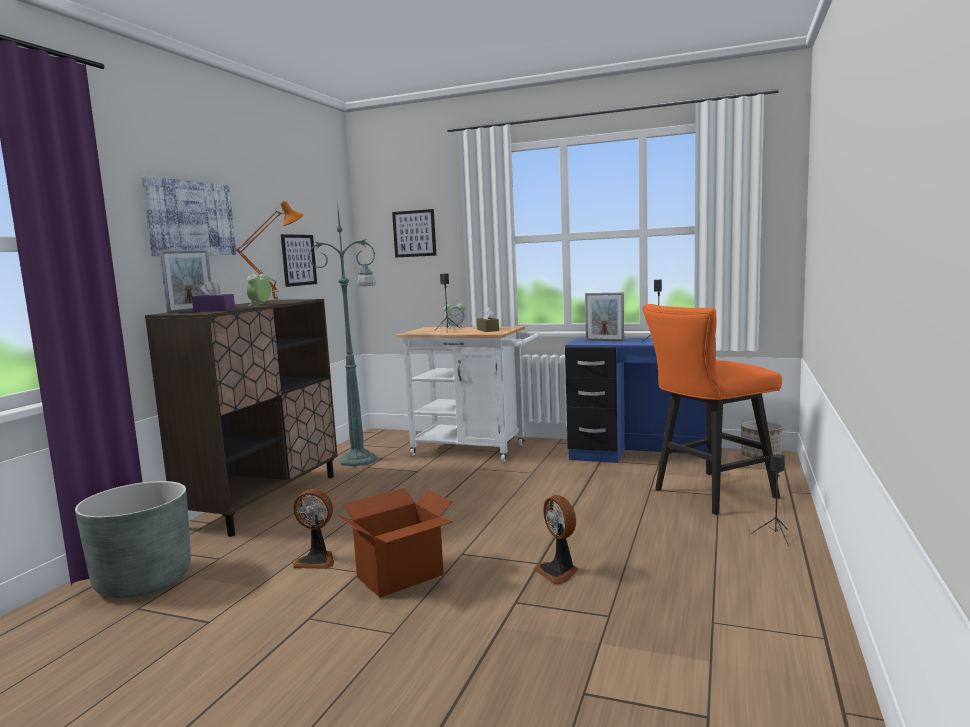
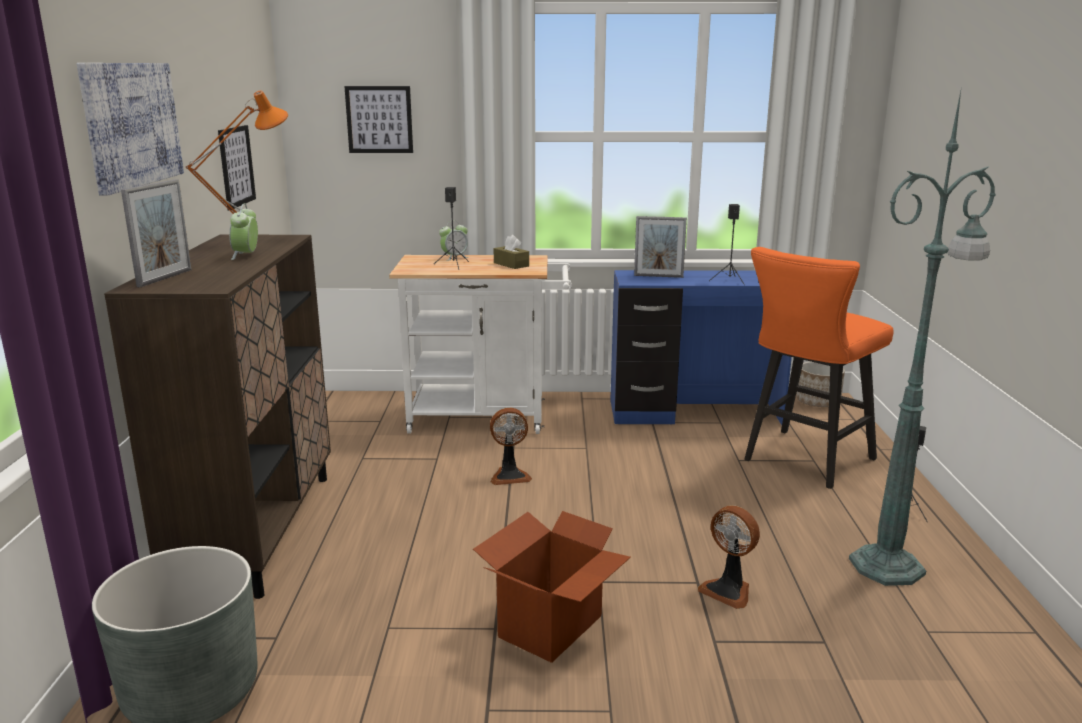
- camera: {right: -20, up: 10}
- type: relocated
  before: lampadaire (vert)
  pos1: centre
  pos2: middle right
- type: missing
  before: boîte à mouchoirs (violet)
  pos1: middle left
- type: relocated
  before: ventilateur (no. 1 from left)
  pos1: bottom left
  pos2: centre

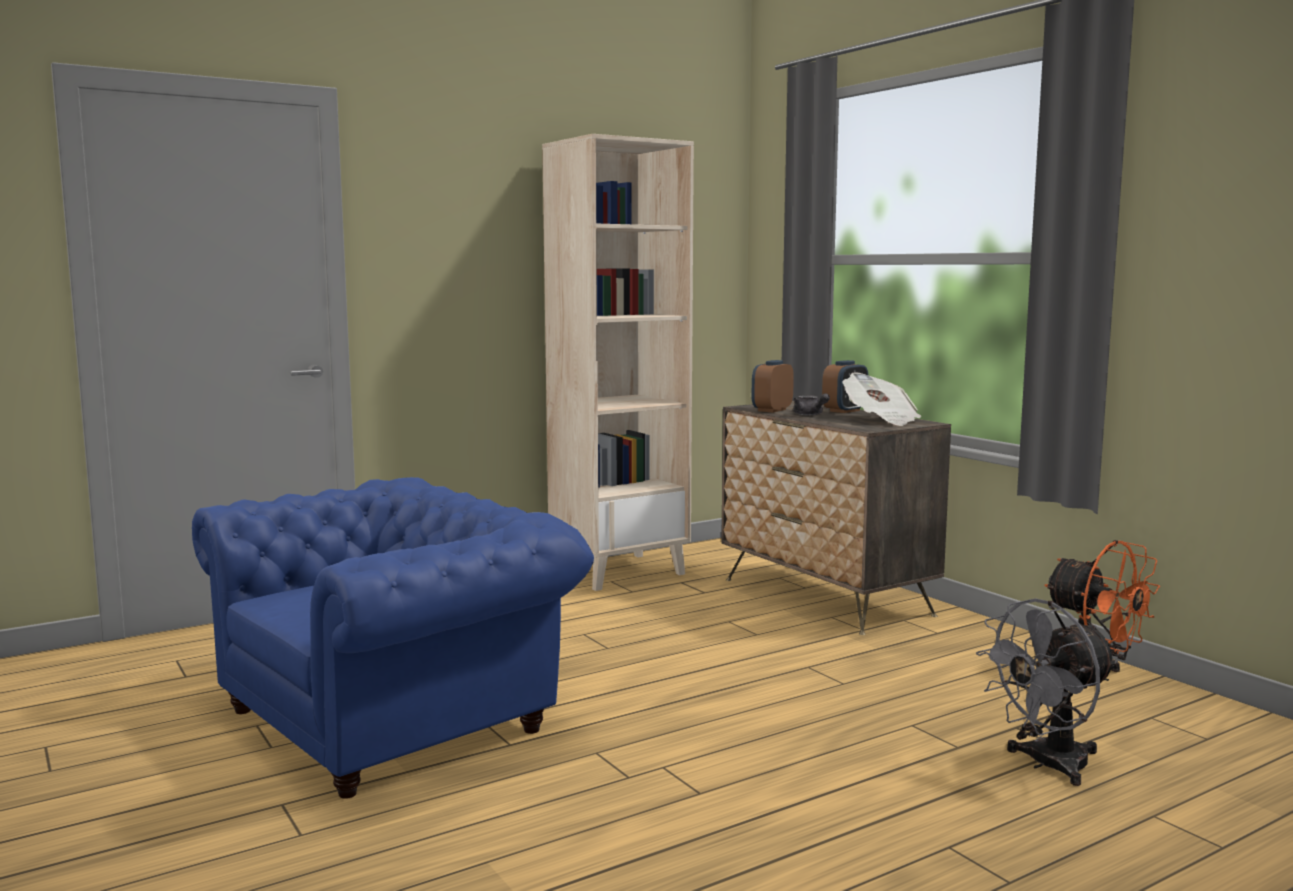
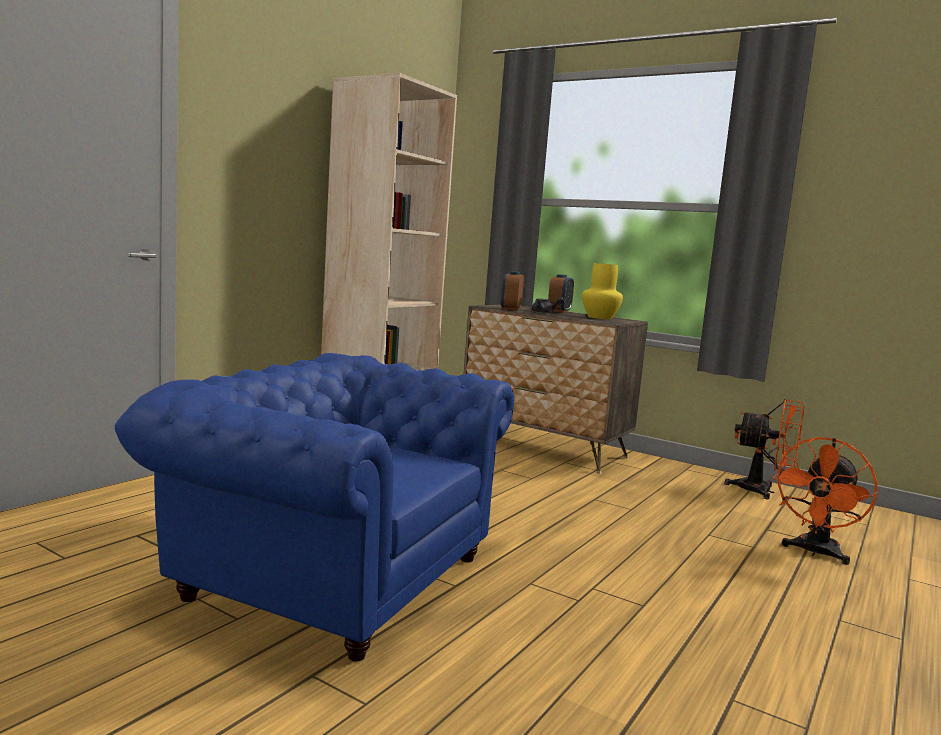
- camera: {right: -25, up: 0}
- type: exchanged
  before: journal
  after: vase (jaune)
  pos1: middle right
  pos2: centre
- type: spun
  before: fauteuil (bleu)
  pos1: bottom left
  pos2: bottom centre
  turn: -90
- type: colour
  before: ventilateur (gris)
  after: ventilateur (orange) (no. 2 from left)
  pos1: bottom right
  pos2: bottom right

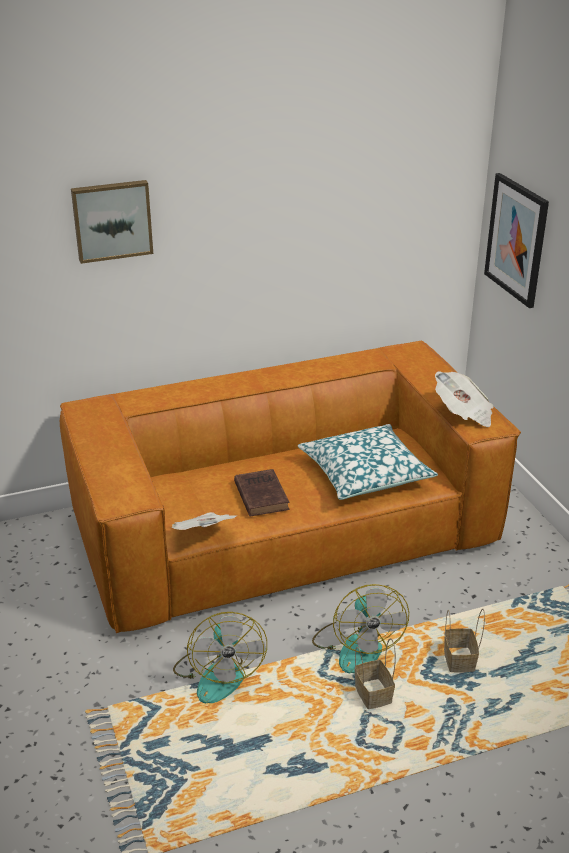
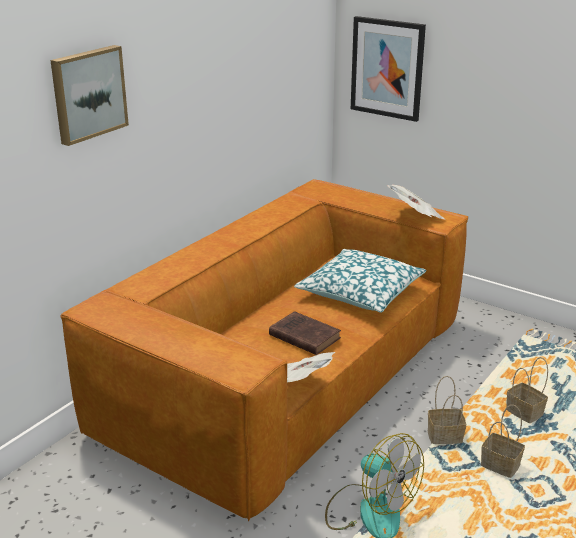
- camera: {right: -35, up: -5}
- type: exchanged
  before: ventilateur (no. 2 from left)
  after: panier (no. 1 from left)
  pos1: bottom centre
  pos2: bottom right

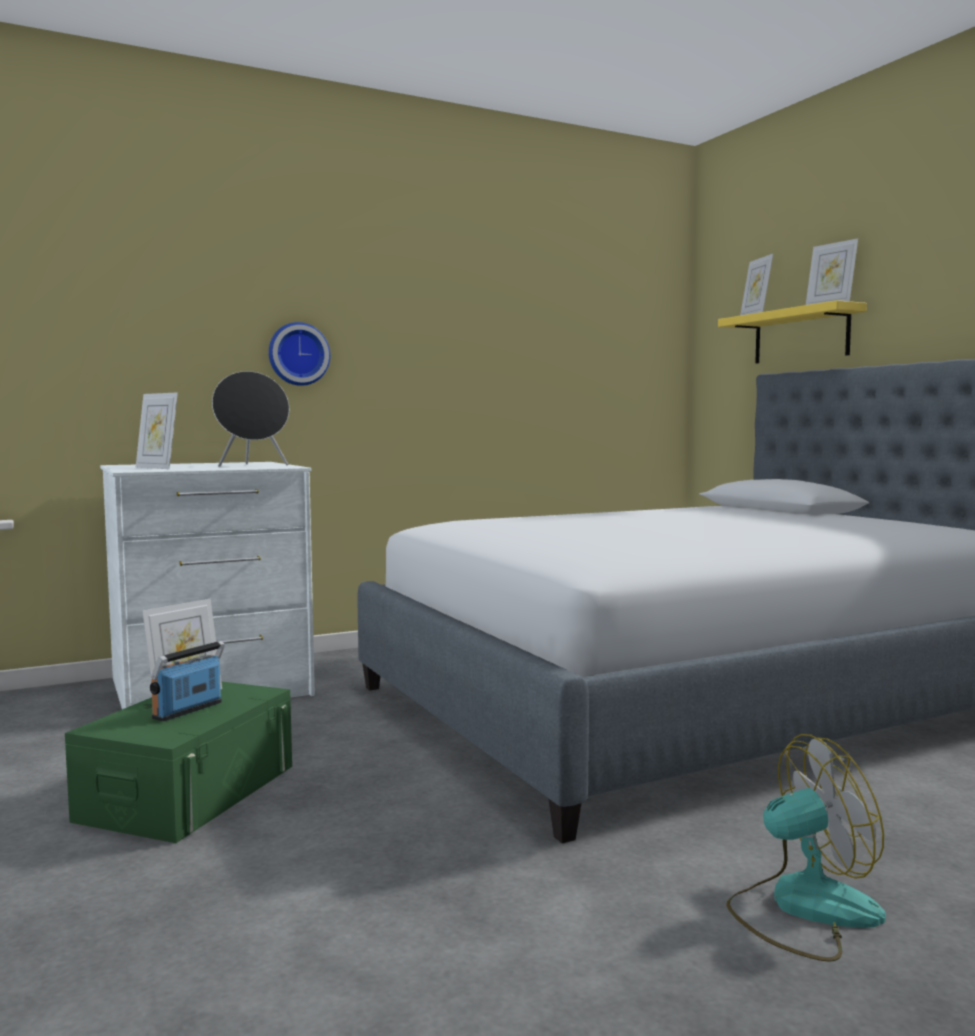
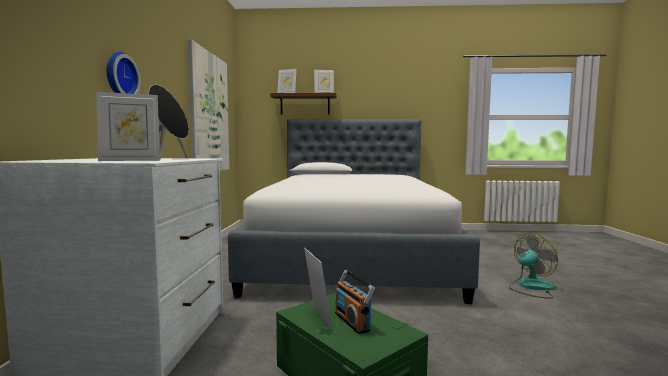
- camera: {right: -60, up: 0}
- type: colour
  before: étagère (jaune)
  after: étagère (marron)
  pos1: top right
  pos2: top centre
- type: spun
  before: ventilateur
  pos1: bottom right
  pos2: bottom right
  turn: 45
- type: appeared
  after: tableau
  pos2: top left

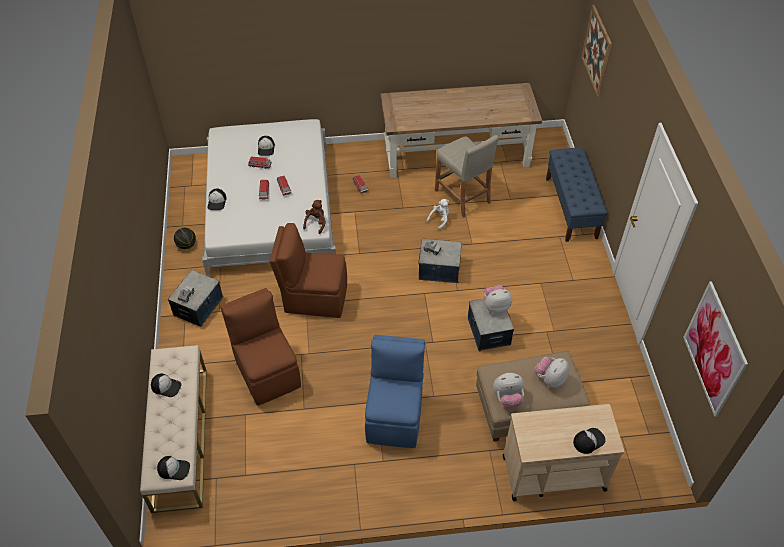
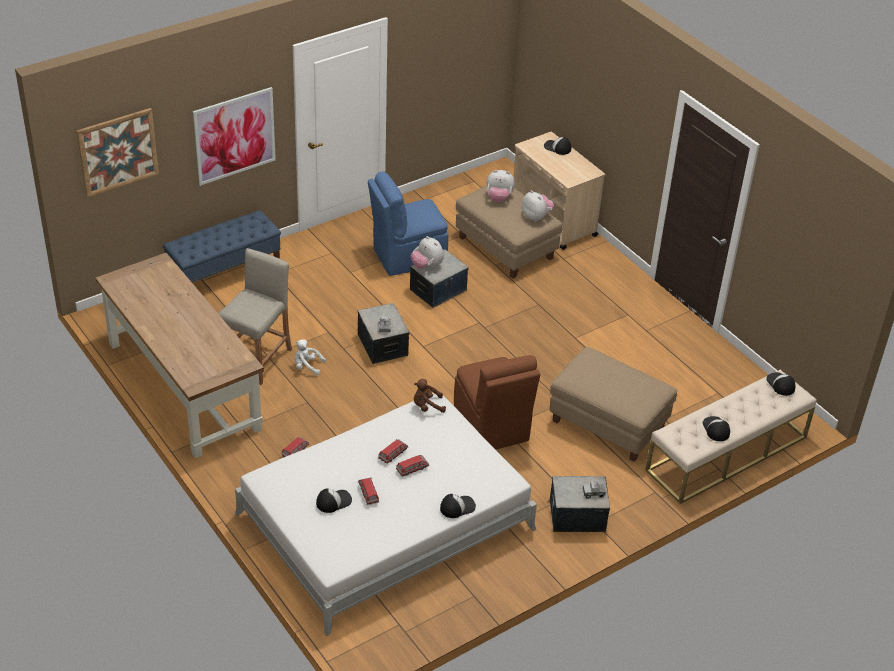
- camera: {right: -120, up: -10}
- type: missing
  before: ballon de basket
  pos1: middle left
- type: relocated
  before: tableau (no. 2 from left)
  pos1: middle right
  pos2: top left
- type: exchanged
  before: chaise (marron) (no. 1 from left)
  after: pouf (beige) (no. 2 from left)
  pos1: middle left
  pos2: middle right
- type: relocated
  before: chaise (bleu)
  pos1: bottom centre
  pos2: top centre

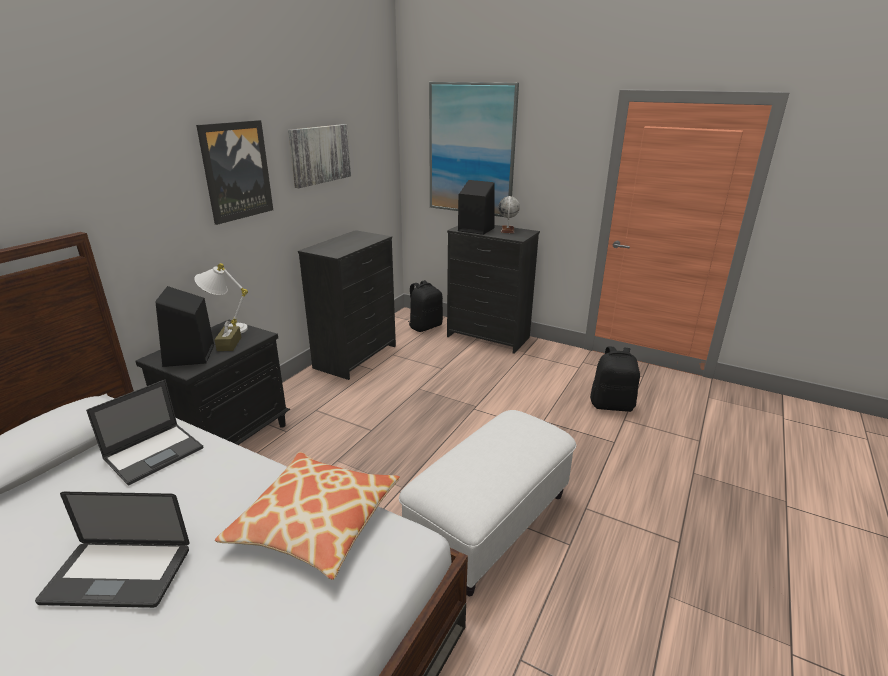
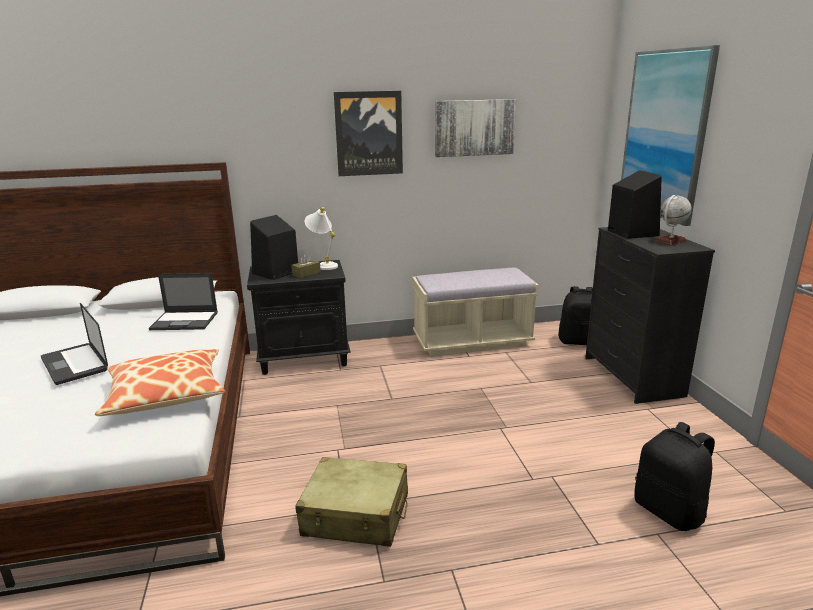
- camera: {right: 50, up: -5}
- type: exchanged
  before: commode (noir) (no. 1 from left)
  after: banc (beige)
  pos1: centre
  pos2: centre
- type: exchanged
  before: pouf (blanc)
  after: valise (beige)
  pos1: bottom centre
  pos2: bottom centre

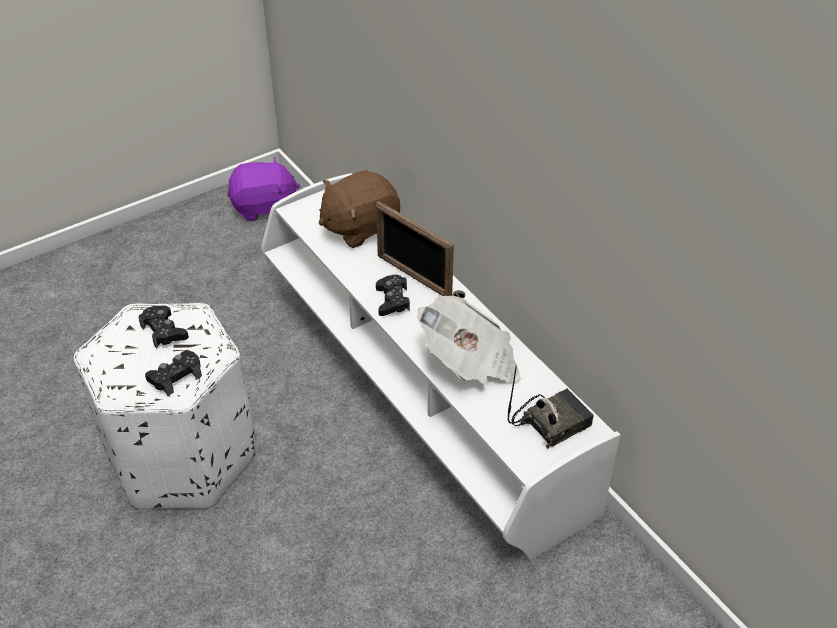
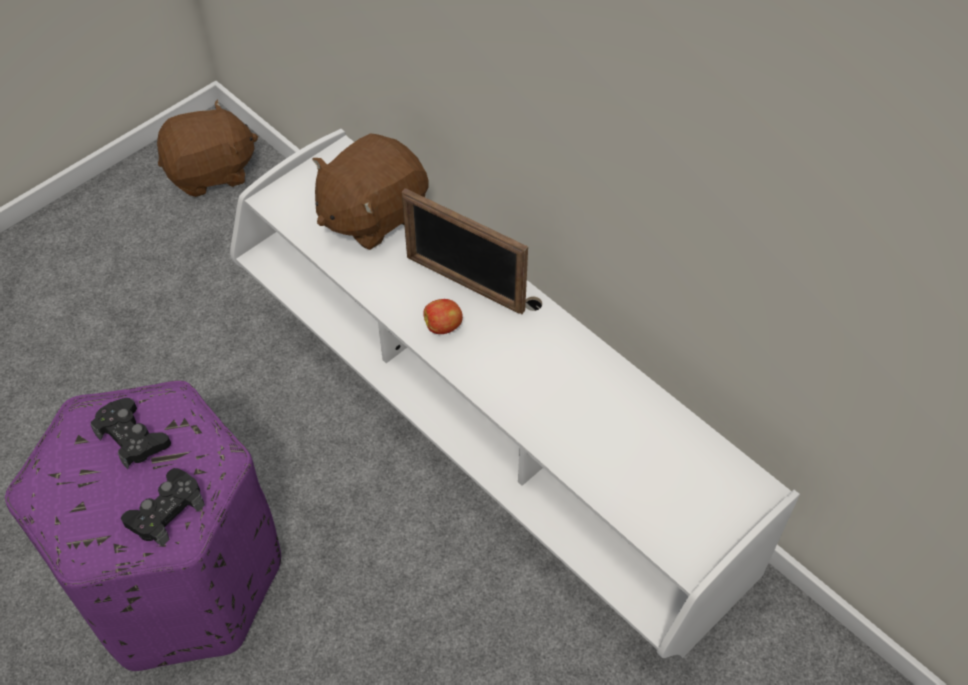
- camera: {right: -10, up: 10}
- type: colour
  before: peluche (violet)
  after: peluche (marron) (no. 1 from left)
  pos1: top left
  pos2: top left
- type: exchanged
  before: manette (noir) (no. 3 from left)
  after: pomme
  pos1: centre
  pos2: centre
- type: missing
  before: journal
  pos1: centre
- type: colour
  before: pouf (blanc)
  after: pouf (violet)
  pos1: middle left
  pos2: bottom left
- type: missing
  before: radio
  pos1: centre

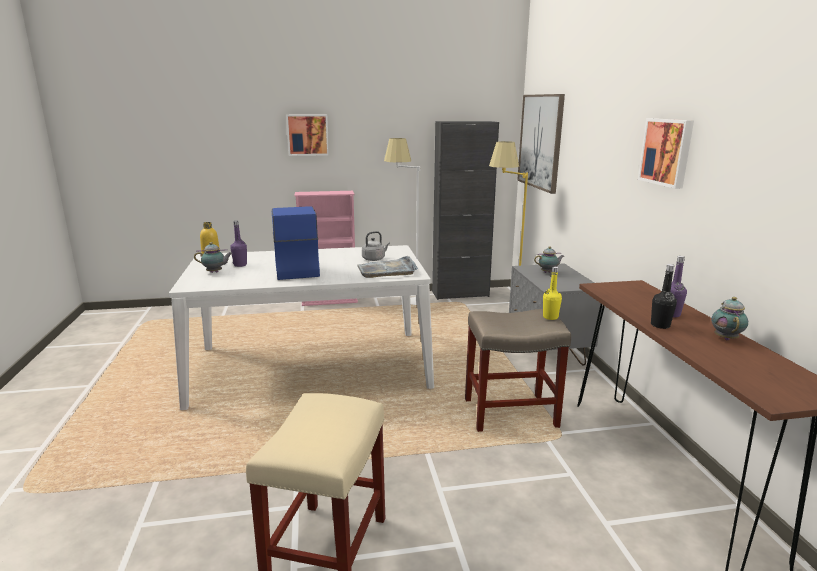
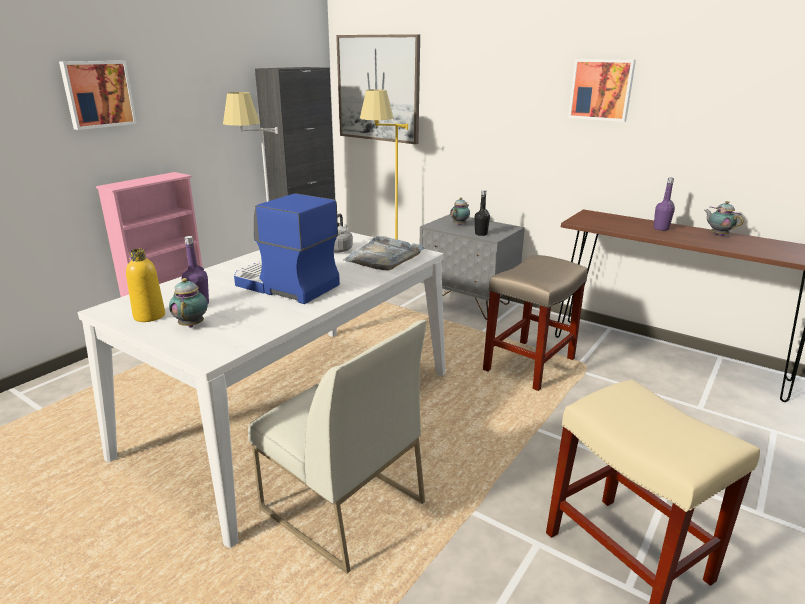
- camera: {right: -45, up: 5}
- type: spun
  before: théière (no. 1 from left)
  pos1: middle left
  pos2: middle left
  turn: -45
- type: relocated
  before: bouteille (noir)
  pos1: middle right
  pos2: centre
- type: missing
  before: bouteille (jaune) (no. 2 from left)
  pos1: middle right
- type: appeared
  after: chaise (blanc)
  pos2: bottom centre

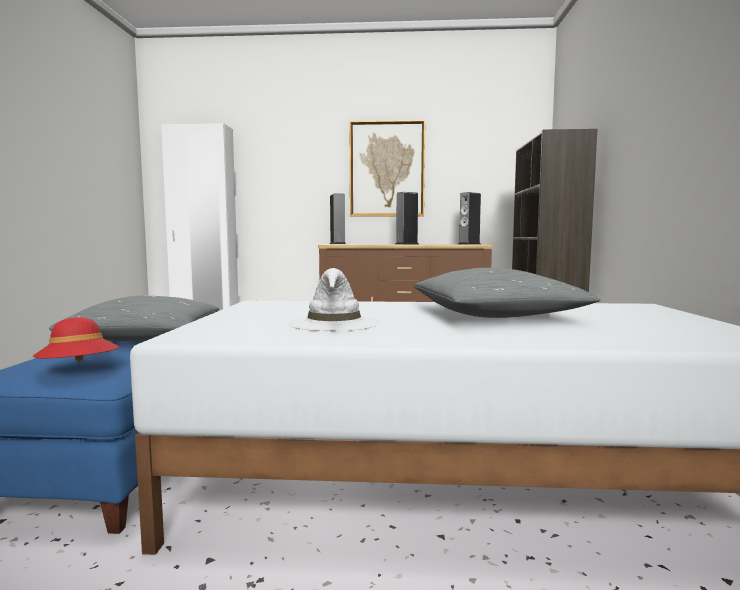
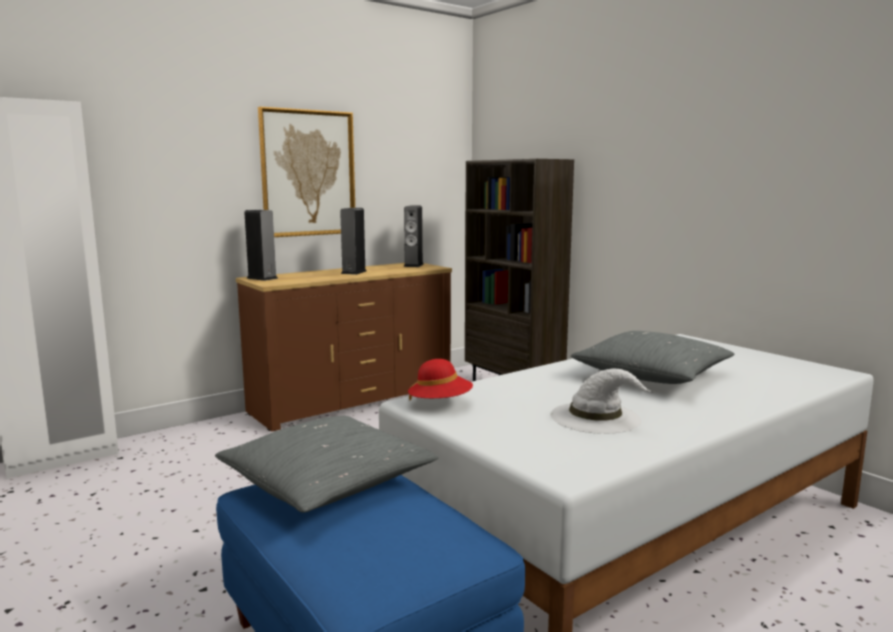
- camera: {right: -40, up: 5}
- type: relocated
  before: chapeau (rouge)
  pos1: middle left
  pos2: centre

